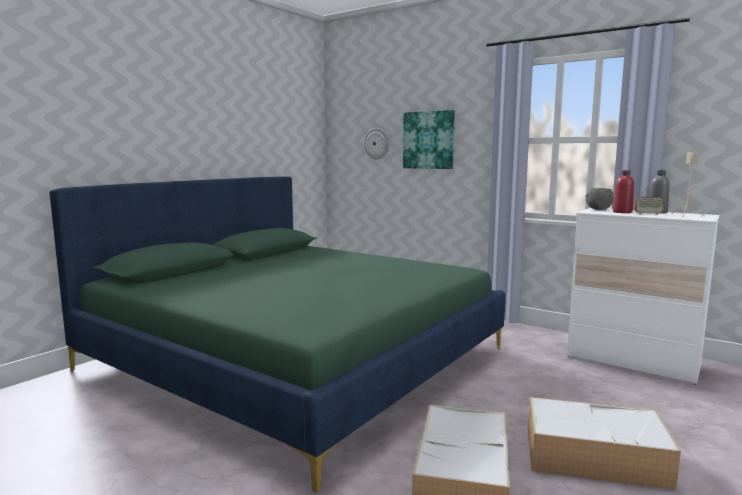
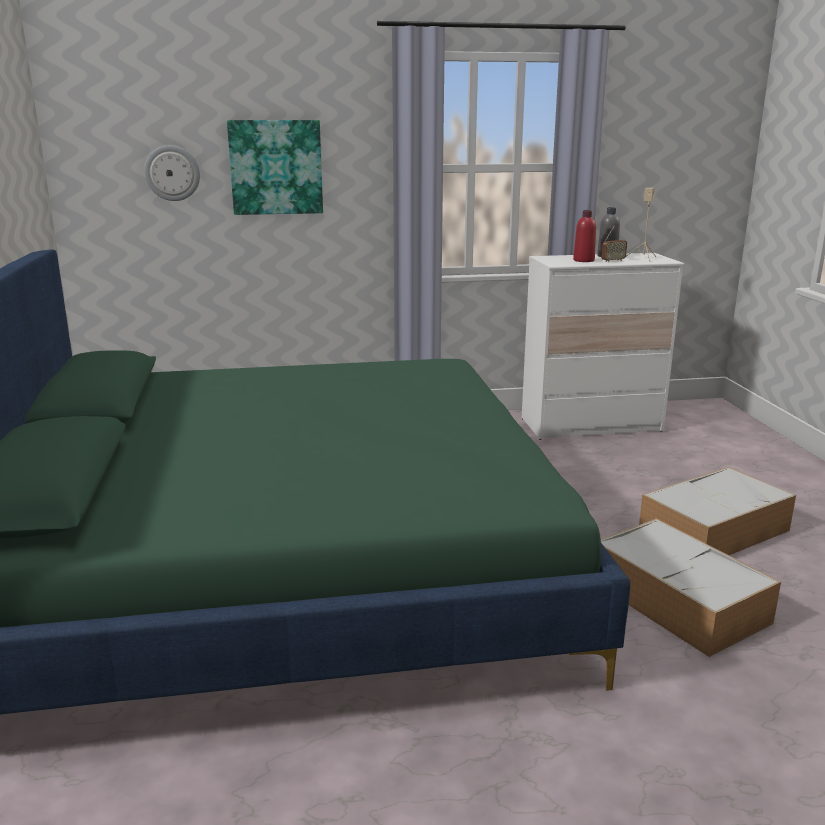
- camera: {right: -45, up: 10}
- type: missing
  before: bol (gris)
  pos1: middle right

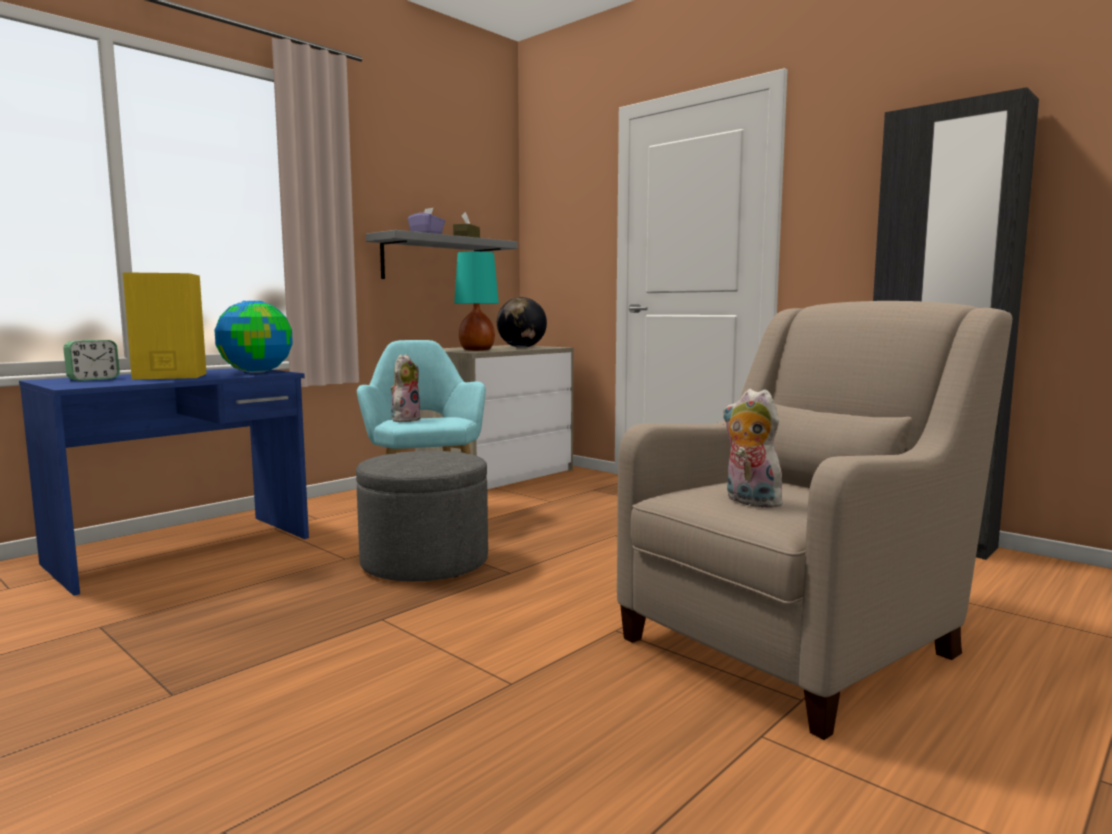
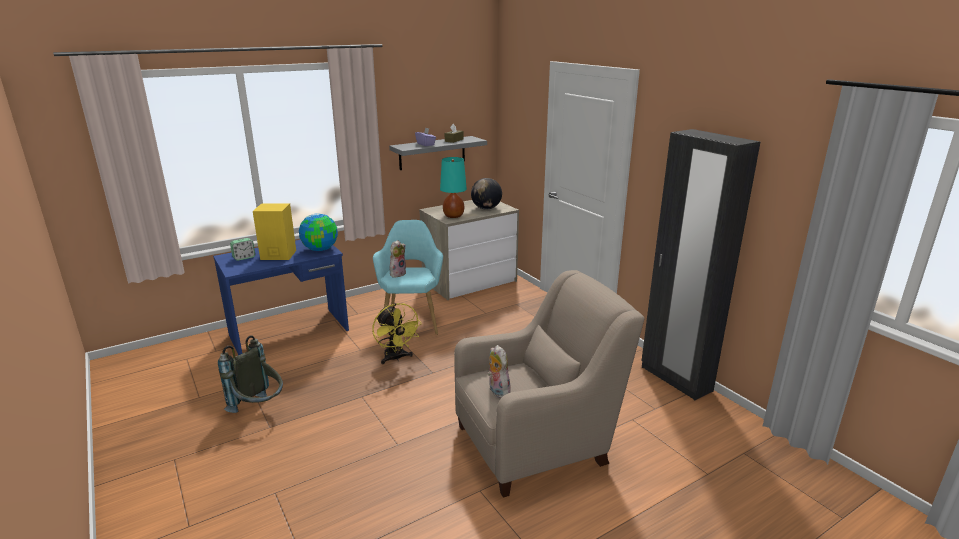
- camera: {right: 15, up: 15}
- type: exchanged
  before: pouf (gris)
  after: ventilateur (jaune)
  pos1: centre
  pos2: centre
- type: appeared
  after: sac à dos (gris)
  pos2: bottom left

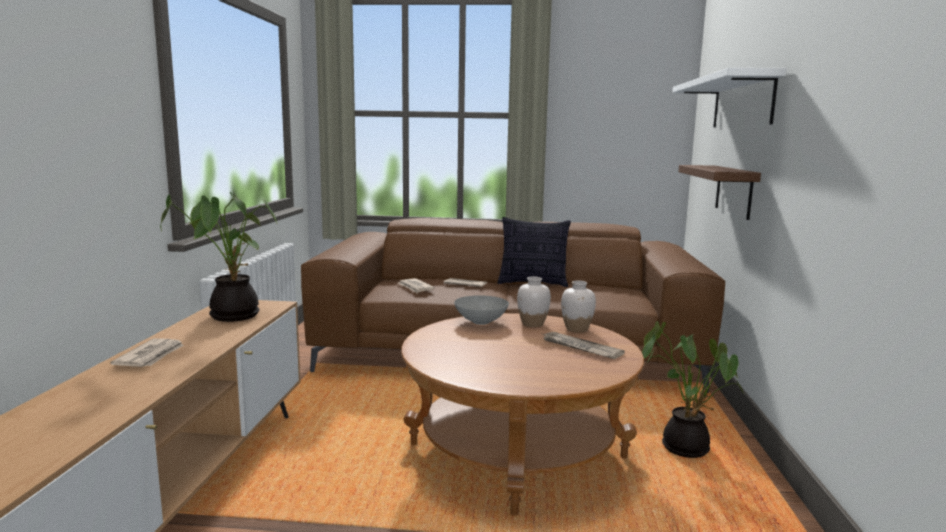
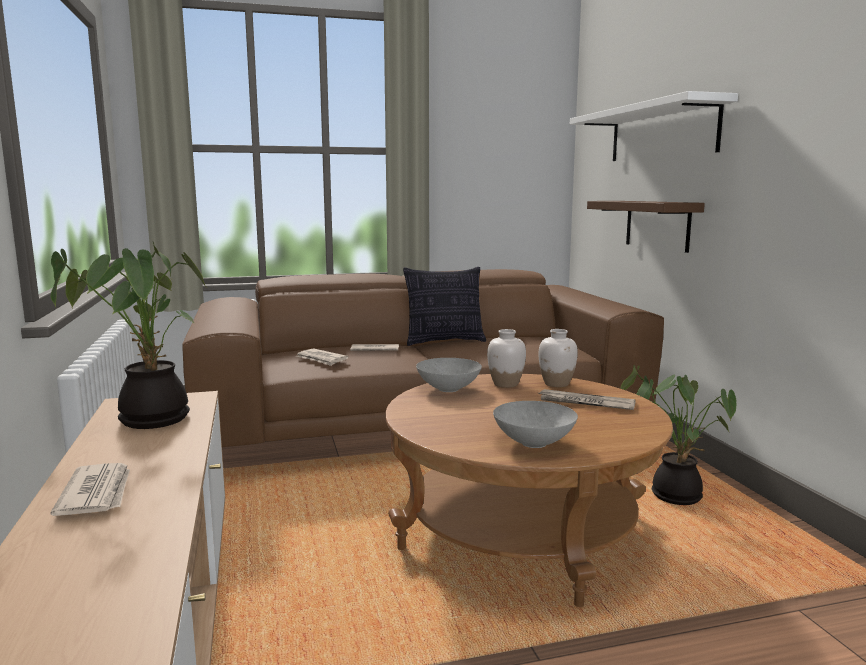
- camera: {right: -20, up: 0}
- type: appeared
  after: bol (gris) (no. 2 from left)
  pos2: centre

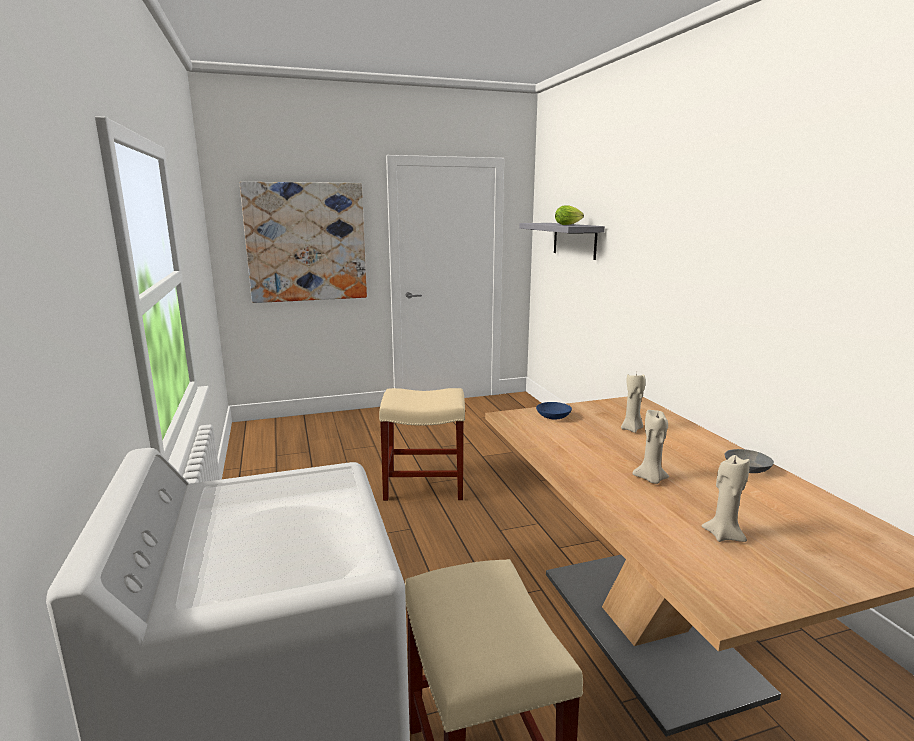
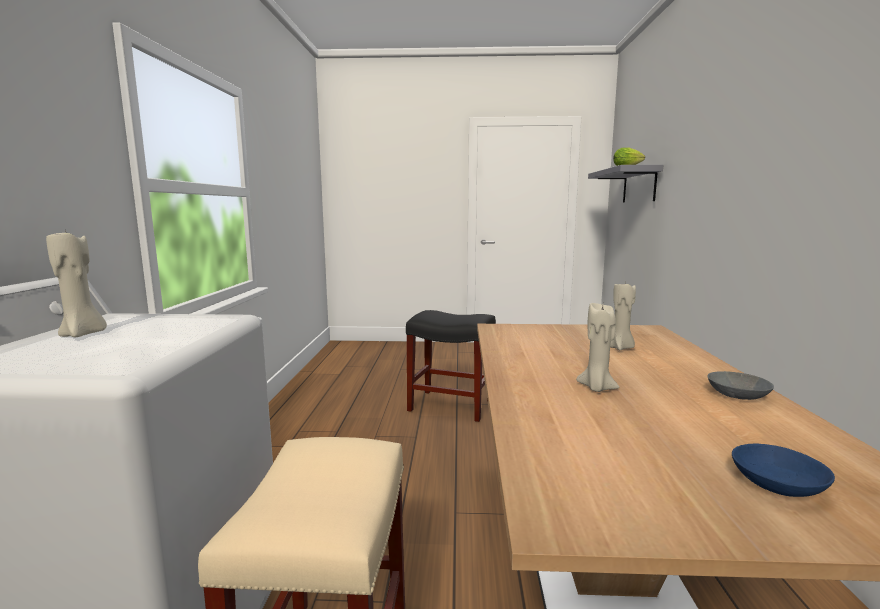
- camera: {right: 20, up: -5}
- type: missing
  before: tableau
  pos1: top left
- type: colour
  before: tabouret (beige) (no. 1 from left)
  after: tabouret (noir)
  pos1: centre
  pos2: centre
- type: relocated
  before: bol (bleu)
  pos1: centre
  pos2: bottom right
- type: relocated
  before: bougie (beige) (no. 3 from left in the first image)
  after: bougie (beige) (no. 1 from left)
  pos1: bottom right
  pos2: middle left

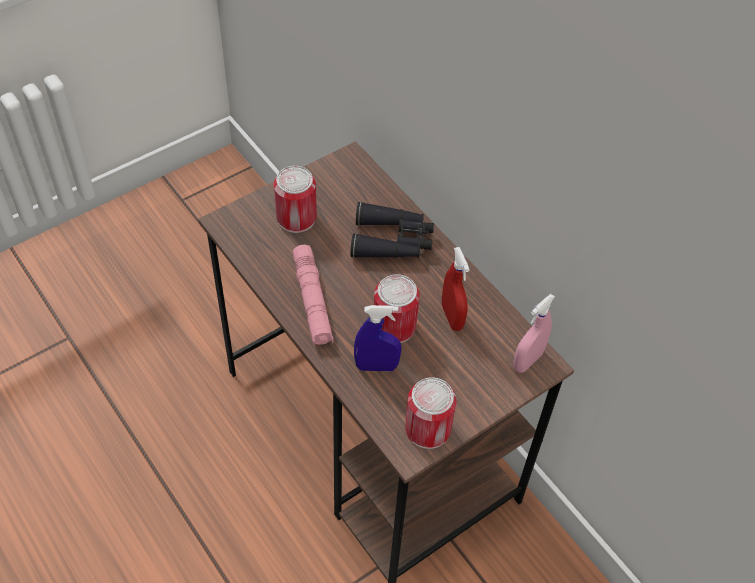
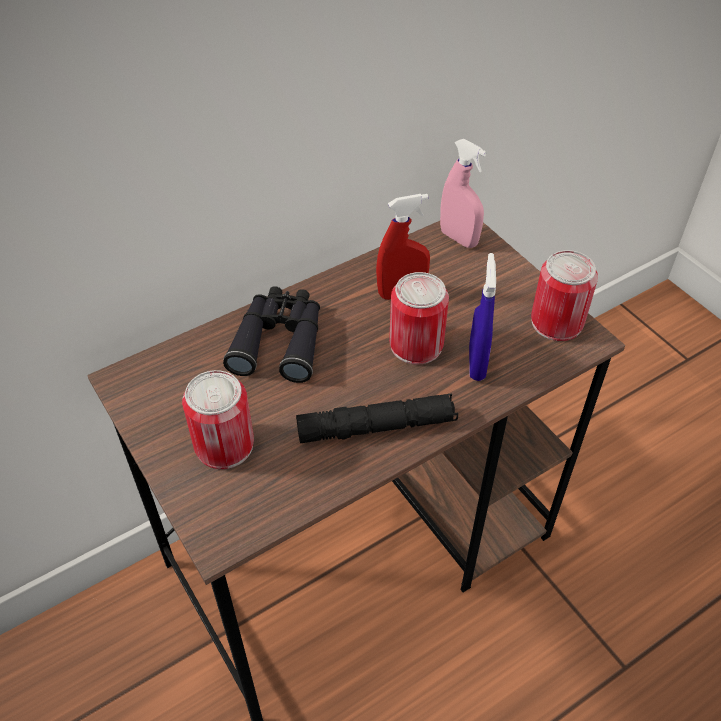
- camera: {right: -85, up: -5}
- type: colour
  before: lampe de poche (rose)
  after: lampe de poche (noir)
  pos1: centre
  pos2: centre

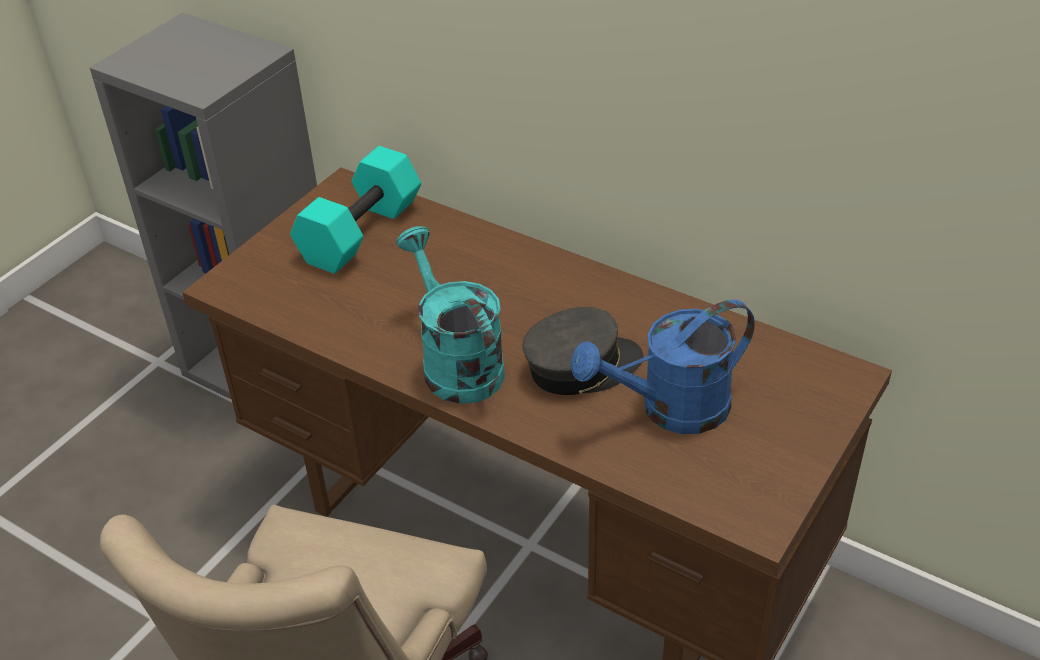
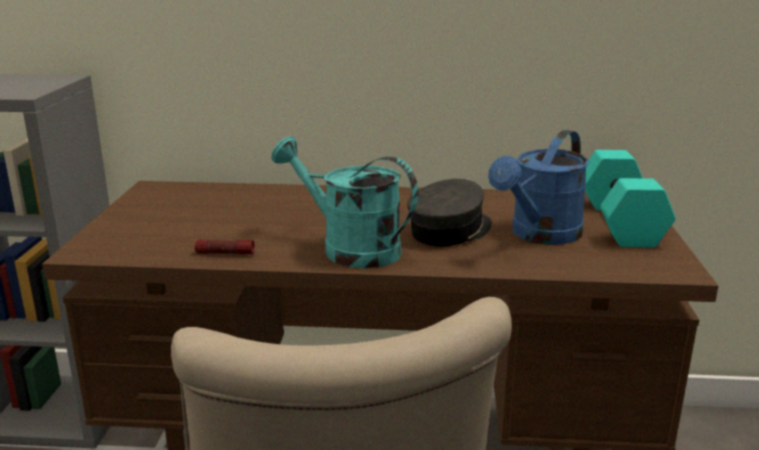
- camera: {right: -30, up: -20}
- type: relocated
  before: haltère (turquoise)
  pos1: top centre
  pos2: middle right
- type: appeared
  after: lampe de poche
  pos2: middle left

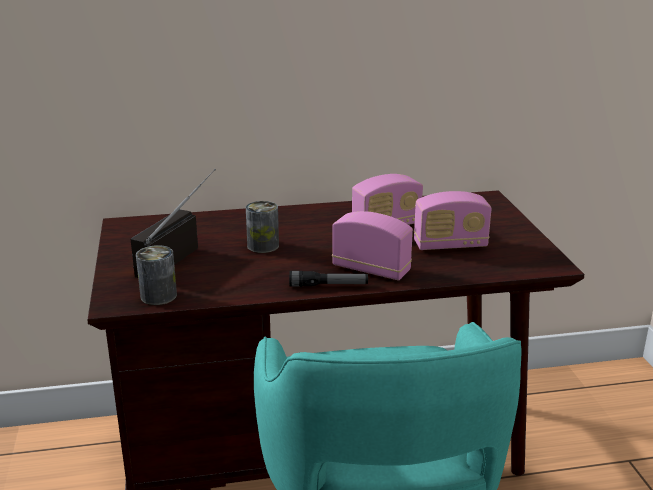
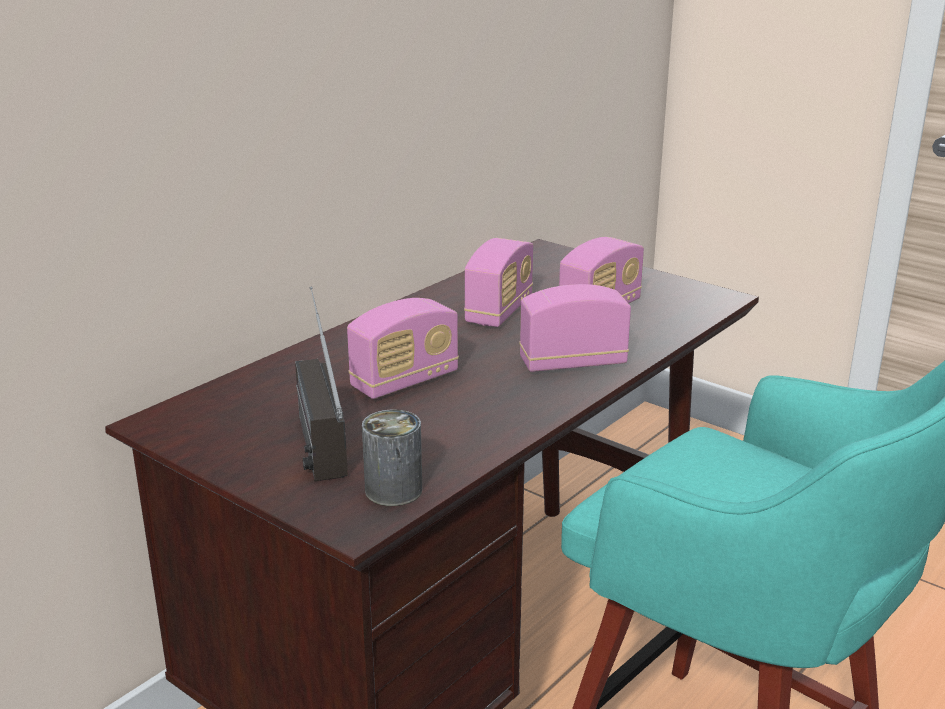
- camera: {right: -40, up: 0}
- type: exchanged
  before: boîte métallique (no. 2 from left)
  after: radio (no. 2 from left)
  pos1: centre
  pos2: centre
- type: missing
  before: lampe de poche
  pos1: centre

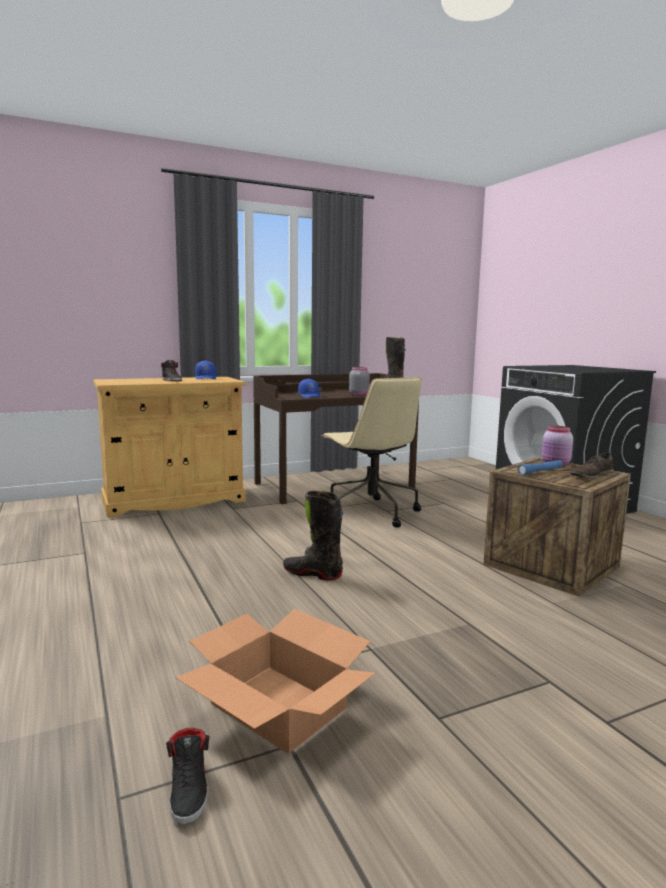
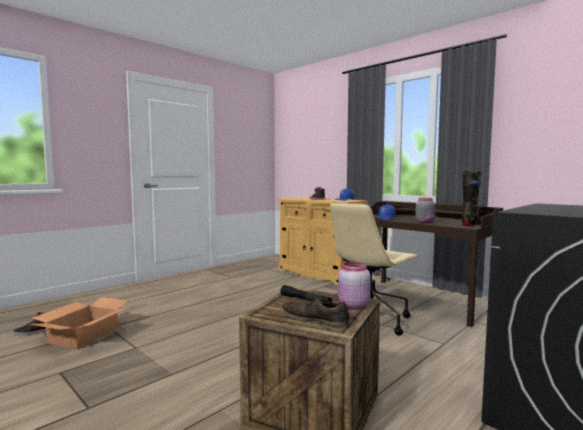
- camera: {right: 70, up: -5}
- type: colour
  before: lampe de poche (bleu)
  after: lampe de poche (noir)
  pos1: middle right
  pos2: bottom centre
- type: missing
  before: botte (noir) (no. 1 from left)
  pos1: centre

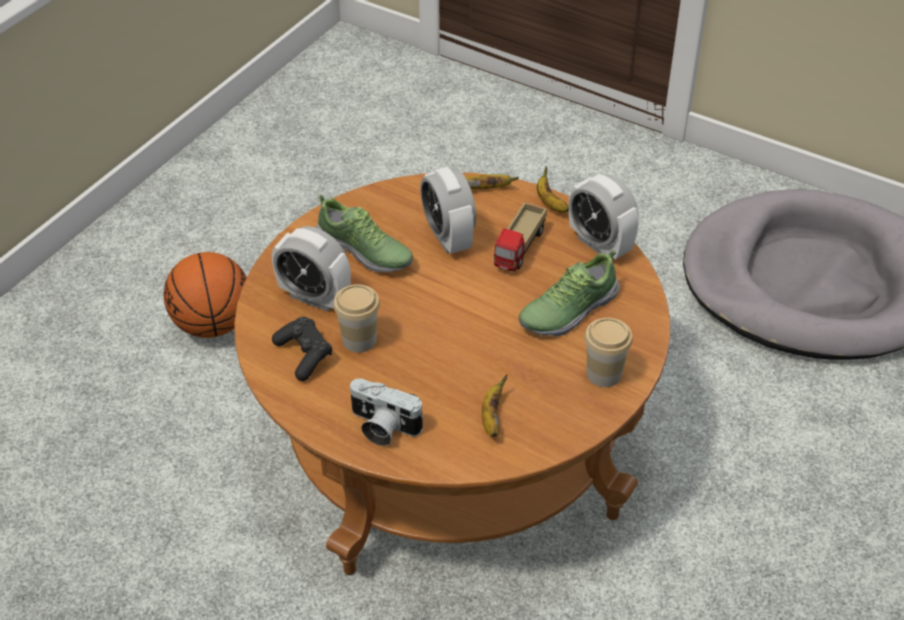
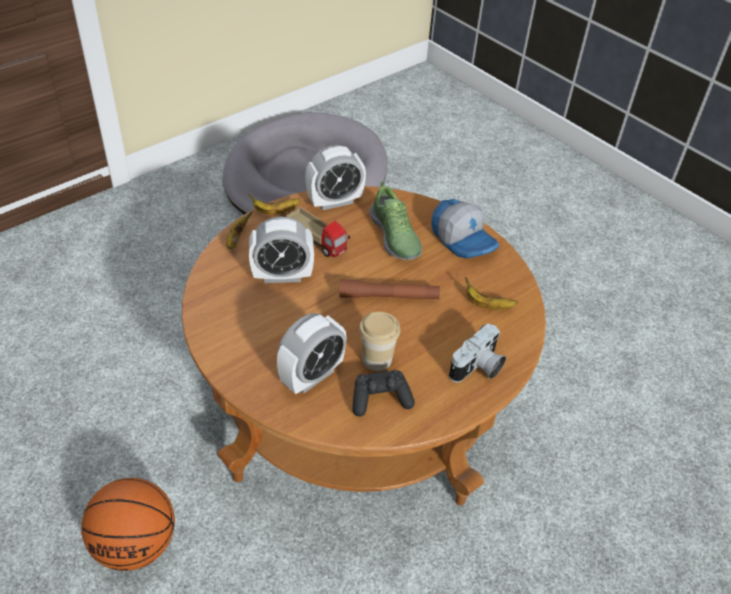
- camera: {right: -75, up: 0}
- type: missing
  before: chaussure (no. 1 from left)
  pos1: centre
- type: exchanged
  before: tasse (no. 2 from left)
  after: casquette
  pos1: middle right
  pos2: centre
- type: appeared
  after: lampe de poche (marron)
  pos2: centre

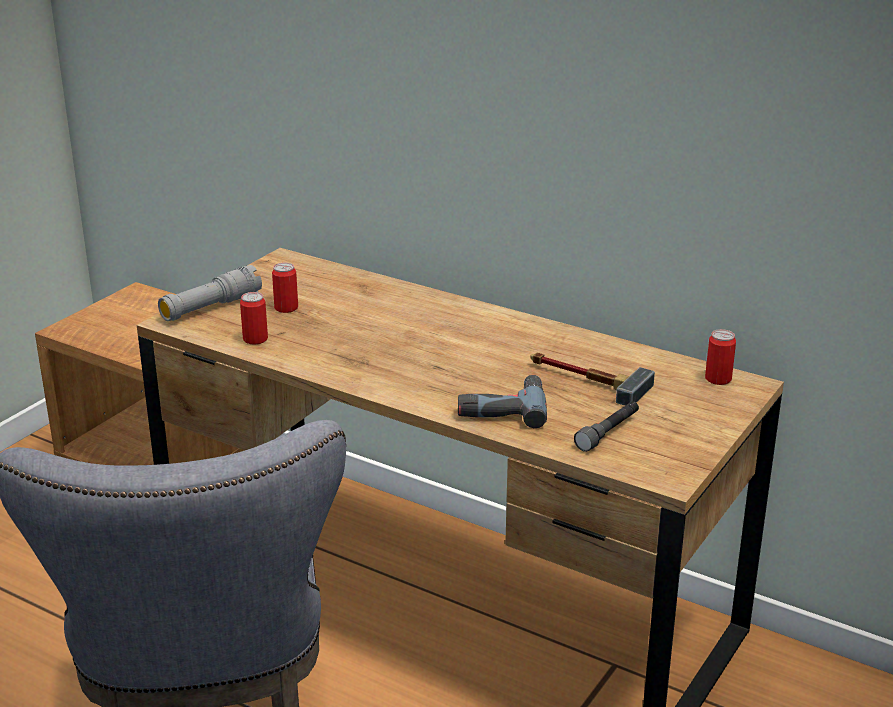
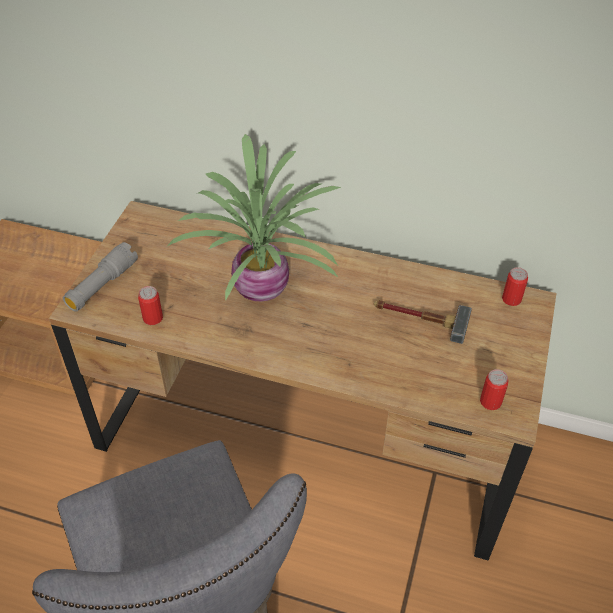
- camera: {right: -15, up: 20}
- type: relocated
  before: boîte métallique (no. 2 from left)
  pos1: middle left
  pos2: middle right
- type: missing
  before: perceuse
  pos1: centre
- type: missing
  before: lampe de poche (gris) (no. 2 from left)
  pos1: middle right
- type: appeared
  after: plante en pot
  pos2: centre

